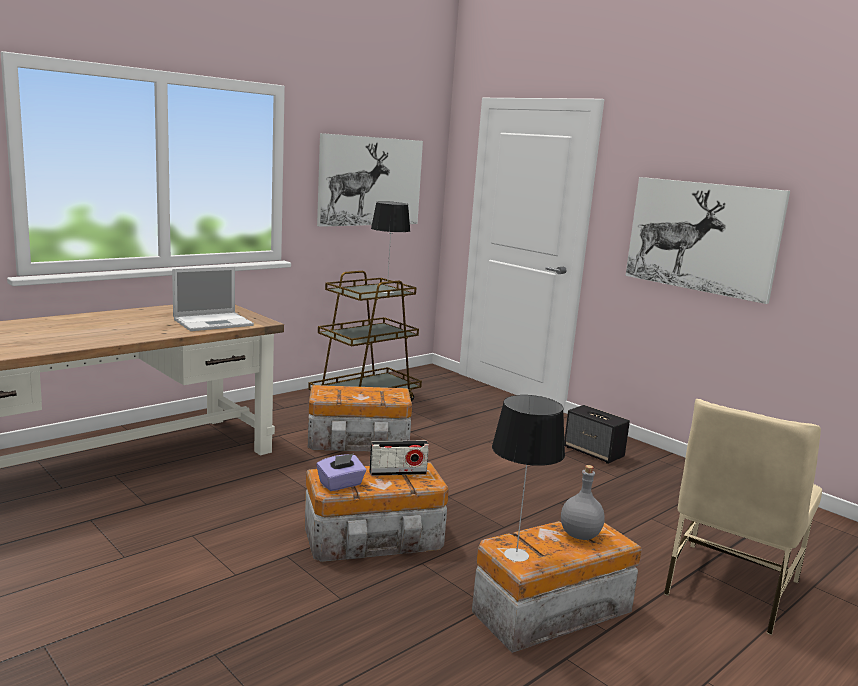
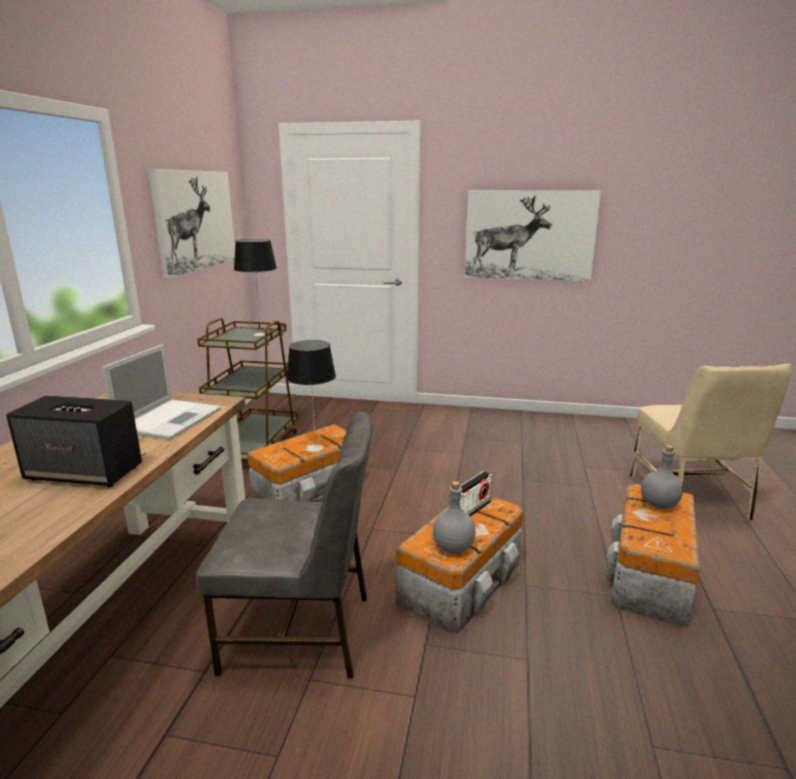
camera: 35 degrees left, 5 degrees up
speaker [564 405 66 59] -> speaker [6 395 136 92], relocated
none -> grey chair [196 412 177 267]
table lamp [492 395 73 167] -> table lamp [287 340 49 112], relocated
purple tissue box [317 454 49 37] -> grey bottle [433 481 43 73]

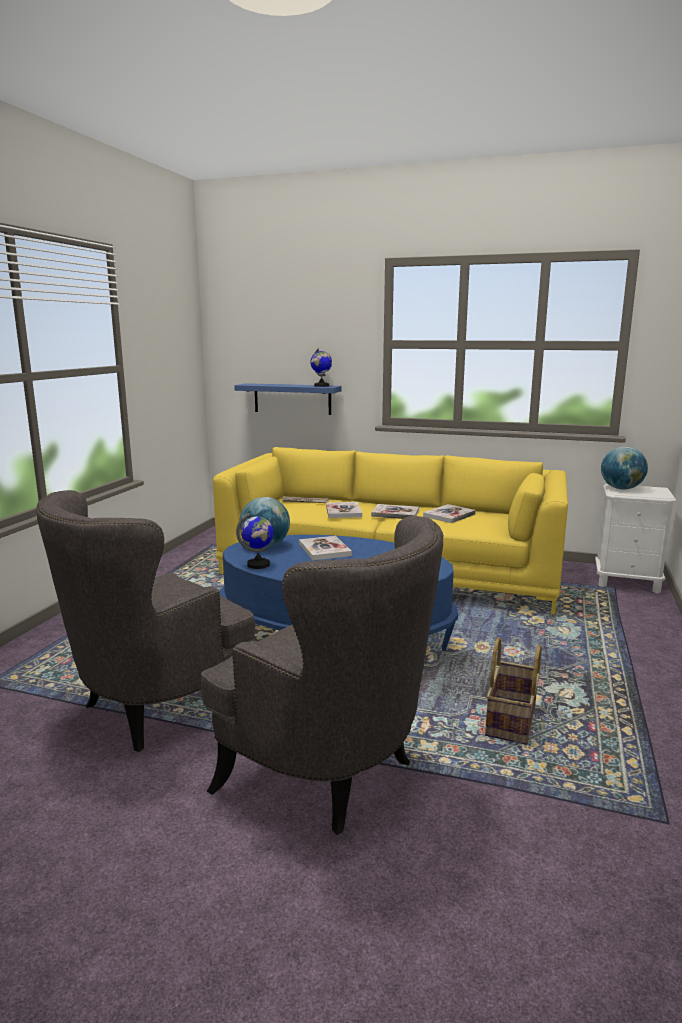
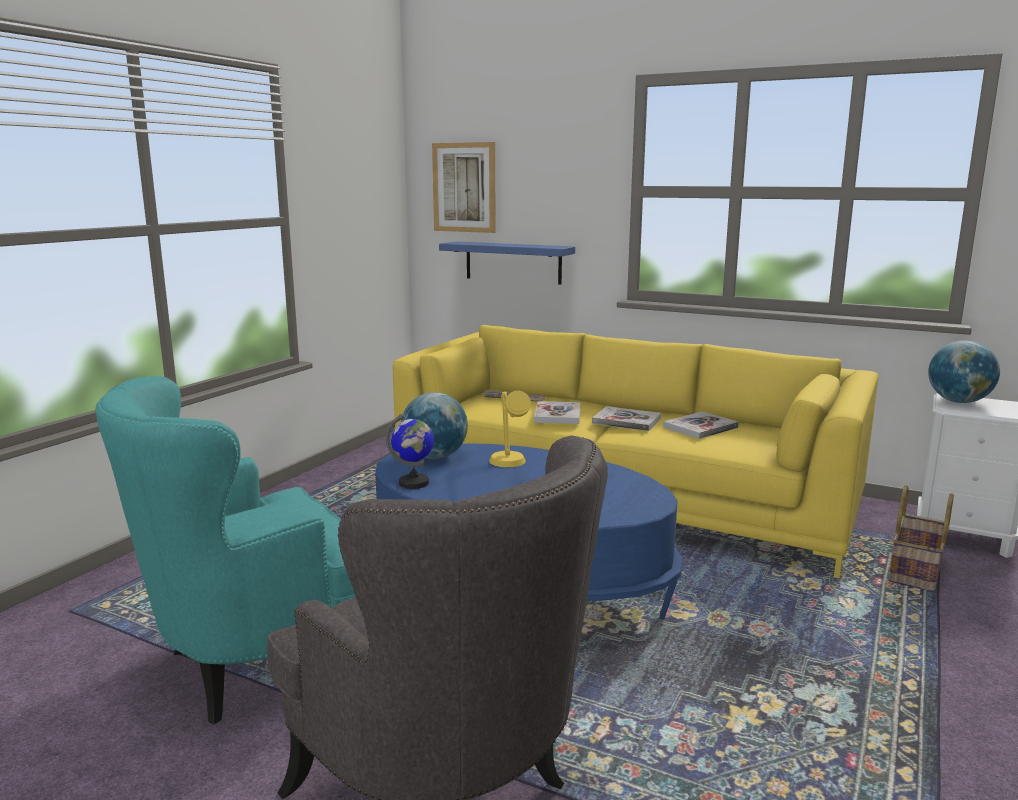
camera: 10 degrees right, 0 degrees up
grey armchair [36 490 219 262] -> turquoise armchair [95 376 260 349]
none -> picture [432 142 64 91]
book [299 536 53 24] -> yellow table lamp [489 390 42 77]
basket [485 638 56 107] -> basket [888 485 66 107], relocated
globe [310 348 22 39] -> none

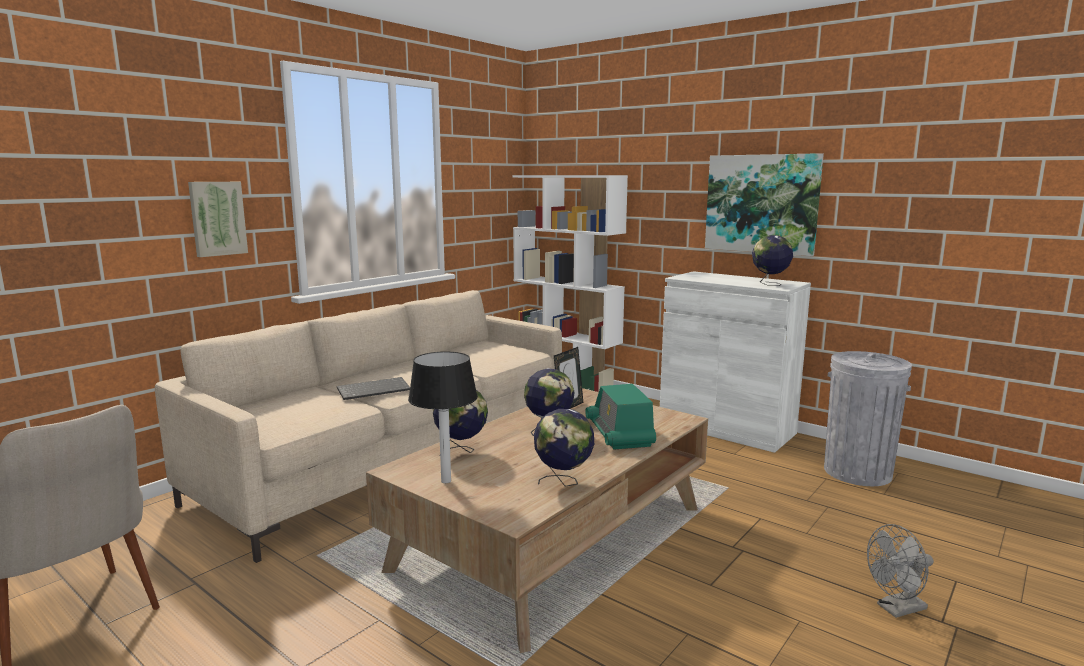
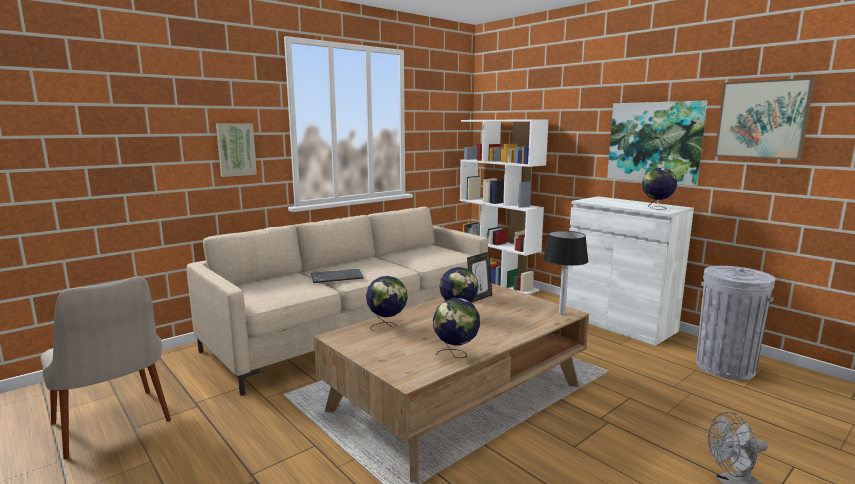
camera: 10 degrees right, 0 degrees up
table lamp [408 352 70 131] -> table lamp [543 231 45 84], relocated
none -> picture [714 78 101 82]
radio [585 384 71 66] -> none

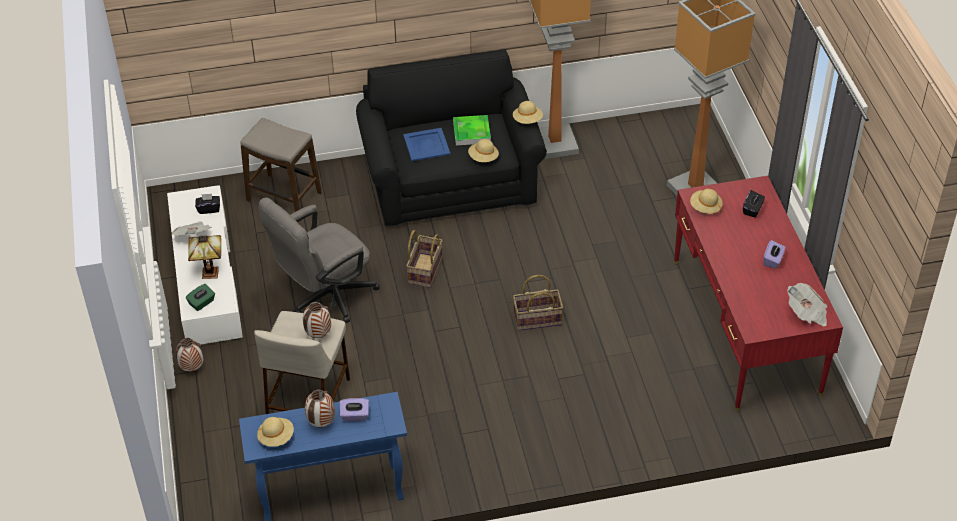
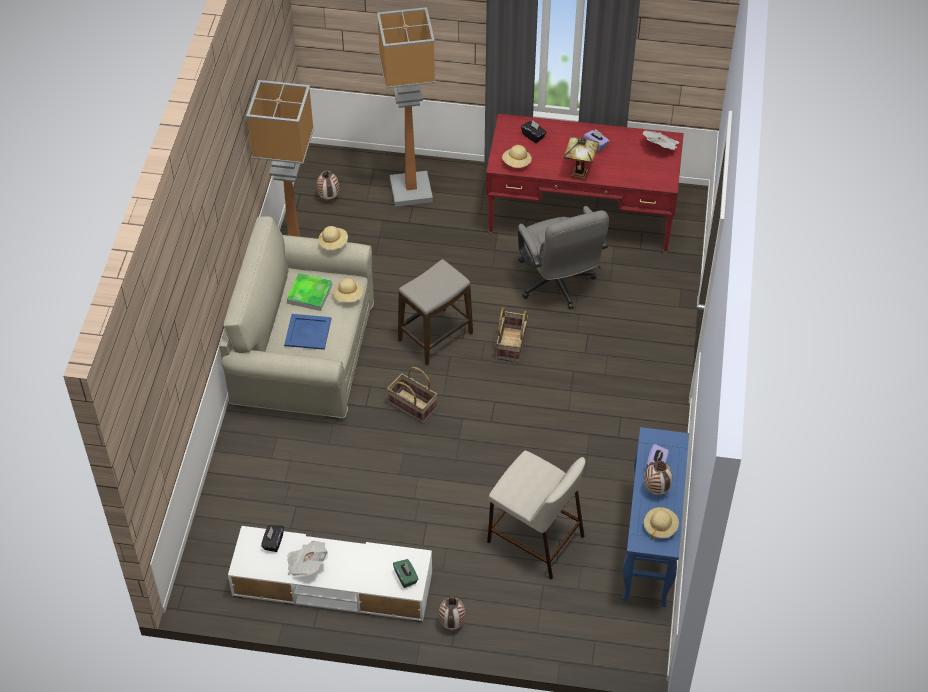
camera: 70 degrees left, 5 degrees up
black sofa [356 49 191 177] -> beige sofa [219 216 155 204]
vase [303 302 28 36] -> vase [317 170 22 30], relocated
stool [240 118 82 94] -> stool [398 259 75 107], relocated
grey office chair [258 198 122 125] -> grey office chair [518 206 91 103], relocated
table lamp [188 235 33 44] -> table lamp [564 137 35 42], relocated

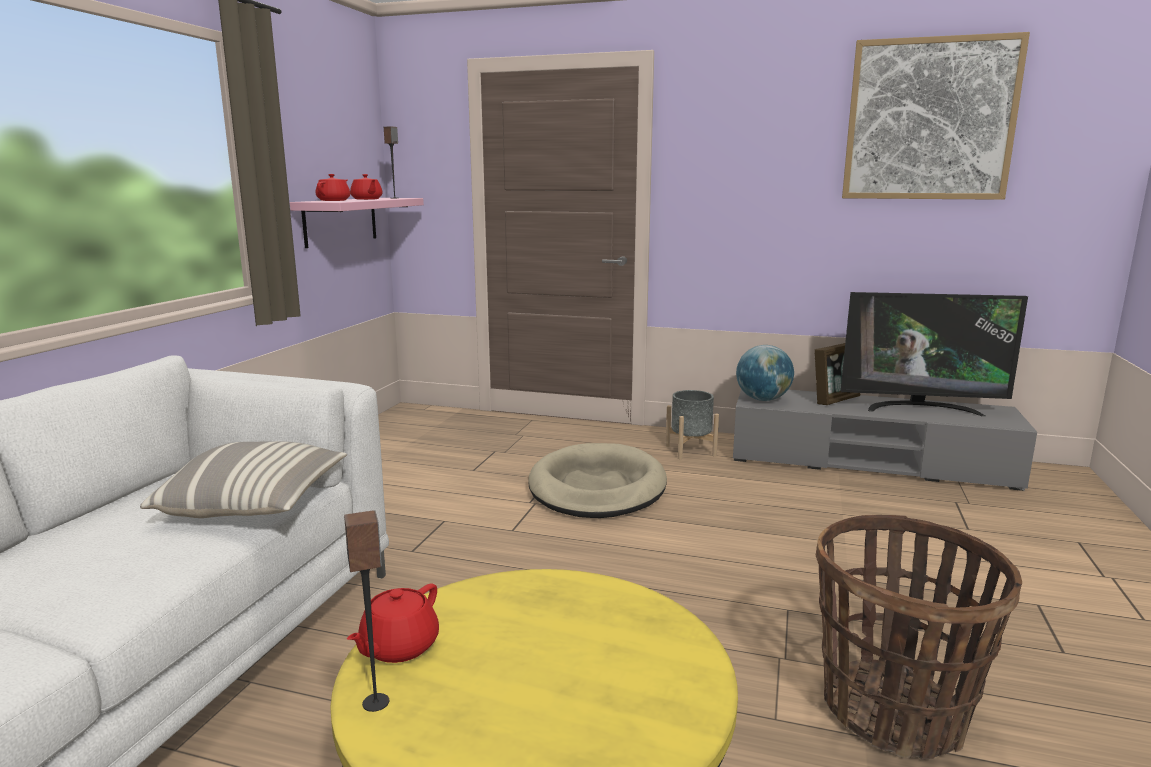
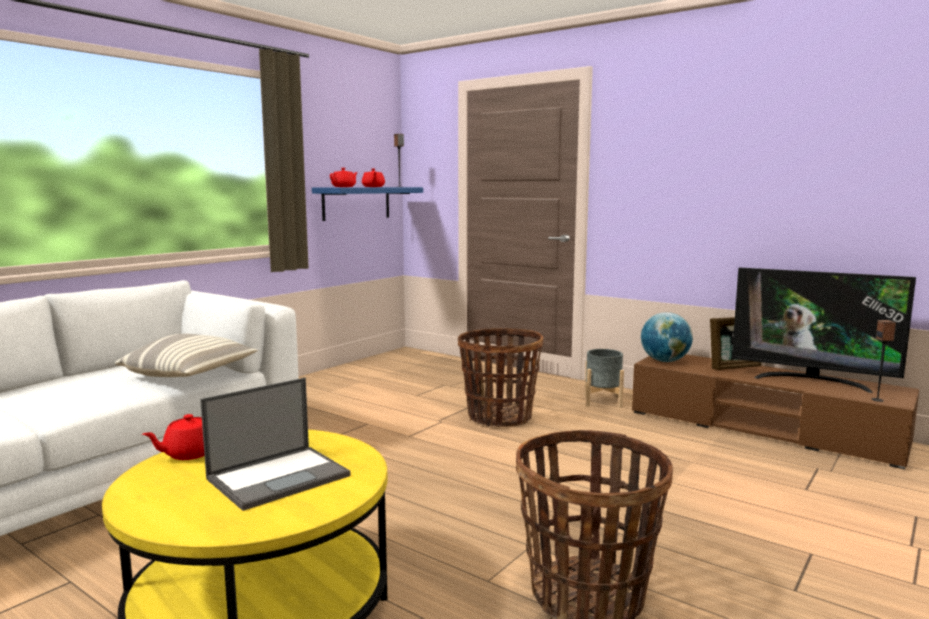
camera: 20 degrees right, 5 degrees down
none -> laptop [200 378 150 133]
pink shelf [290 198 134 50] -> blue shelf [312 187 111 34]
beige dog bed [528 443 139 75] -> basket [458 328 85 99]
grey tv stand [733 389 304 102] -> brown tv stand [632 354 287 115]
speaker [344 510 45 202] -> speaker [872 320 24 82], relocated
picture [842 32 188 168] -> none

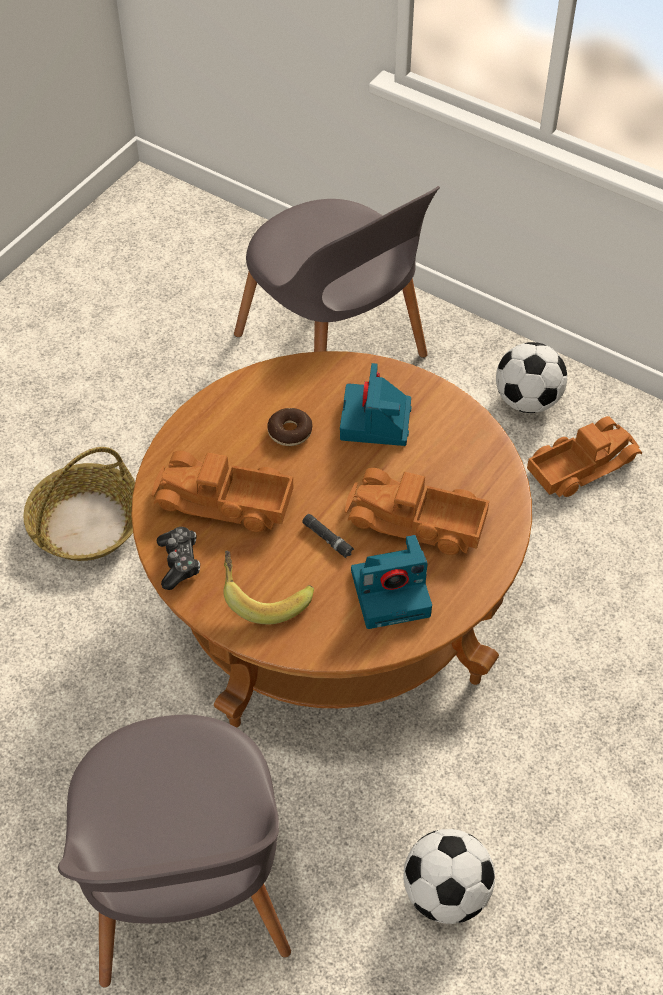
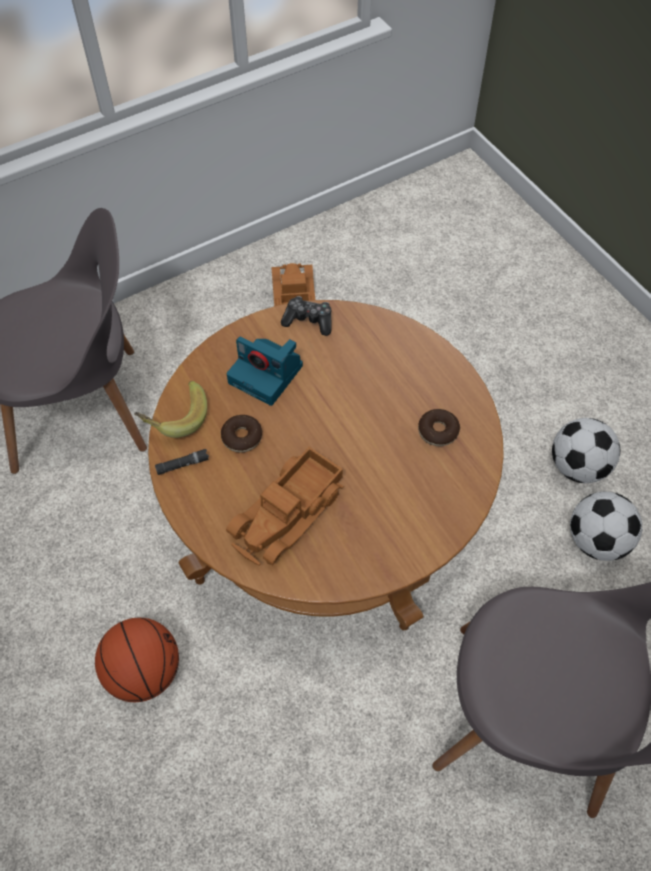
camera: 65 degrees left, 5 degrees up
basket [23 447 112 114] -> basketball [95 618 84 84]
banana [223 551 91 73] -> banana [134 381 73 57], relocated
black flashlight [302 514 52 44] -> black flashlight [155 449 54 26], relocated
game controller [157 527 43 63] -> game controller [281 296 51 40], relocated
photo camera [351 535 81 94] -> donut [418 409 42 37]
football [496 342 71 71] -> football [552 418 68 65], relocated
toy truck [344 468 145 87] -> none

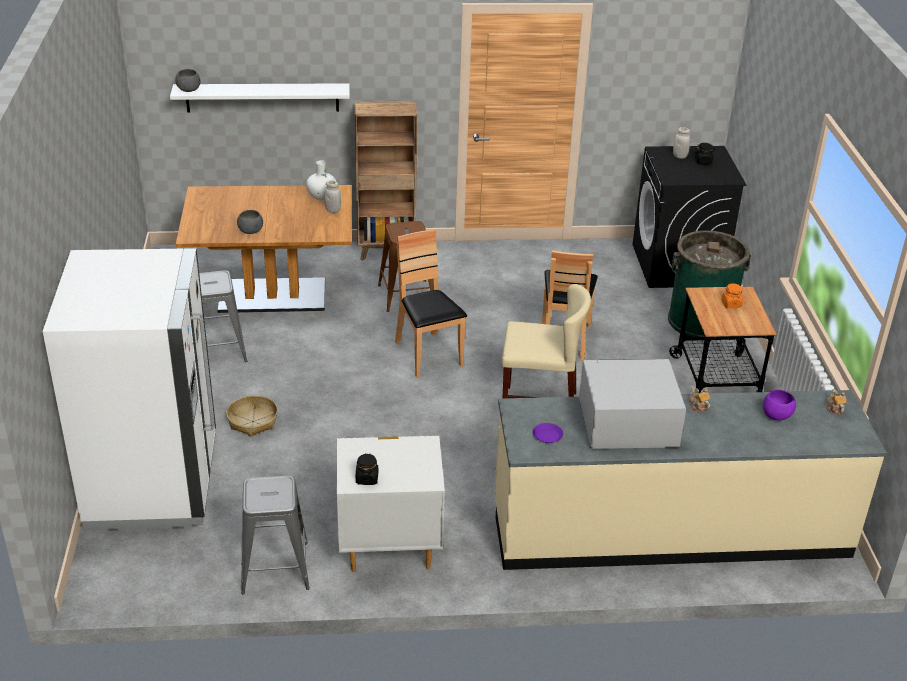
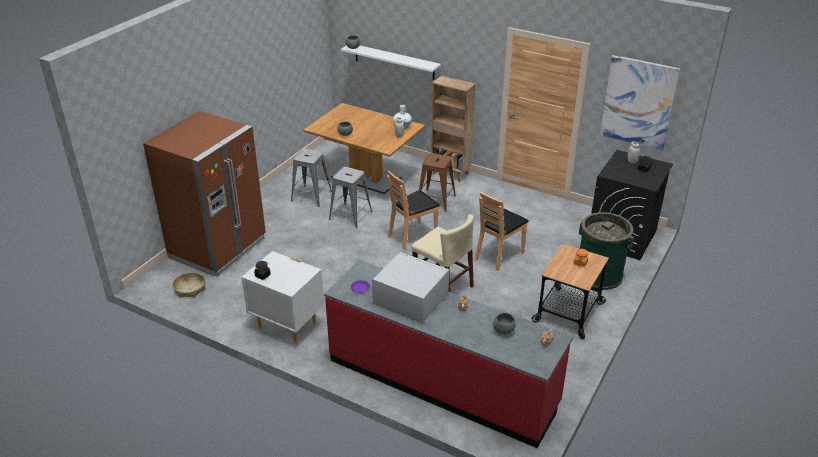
camera: 35 degrees right, 0 degrees up
white fridge [43 248 173 283] -> brown fridge [143 111 123 166]
basket [226 395 52 41] -> basket [172 272 33 25], relocated
beige counter [494 390 393 180] -> red counter [324 260 249 188]
grey stool [241 476 69 118] -> grey stool [329 167 43 61], relocated
brown chair [395 229 72 149] -> brown chair [387 171 53 79], 135 degrees counterclockwise
purple bowl [763 390 33 31] -> grey bowl [493 313 23 21]
none -> picture [600 55 80 96]

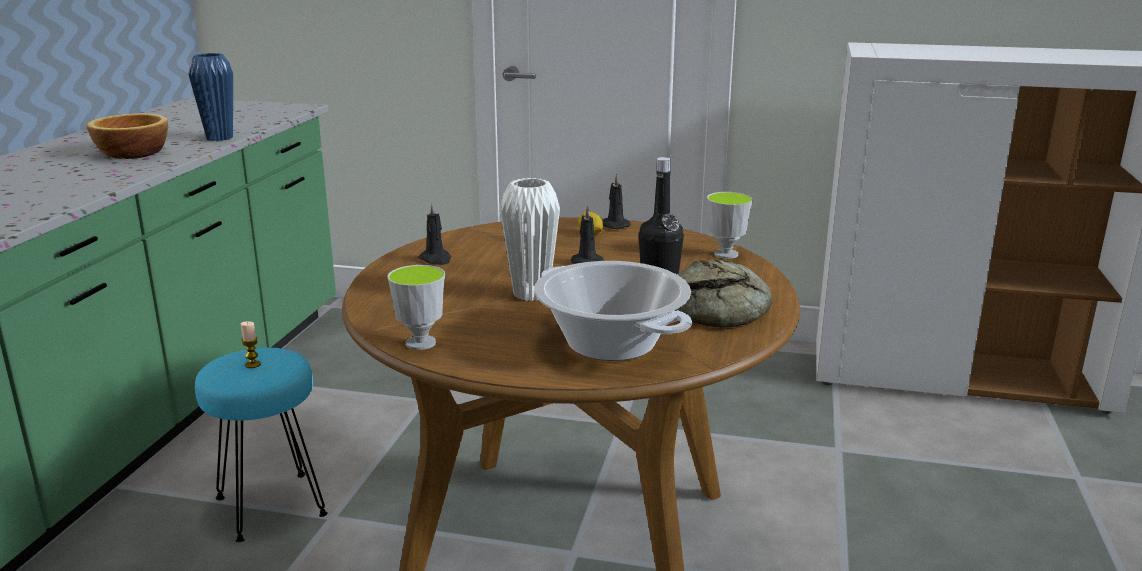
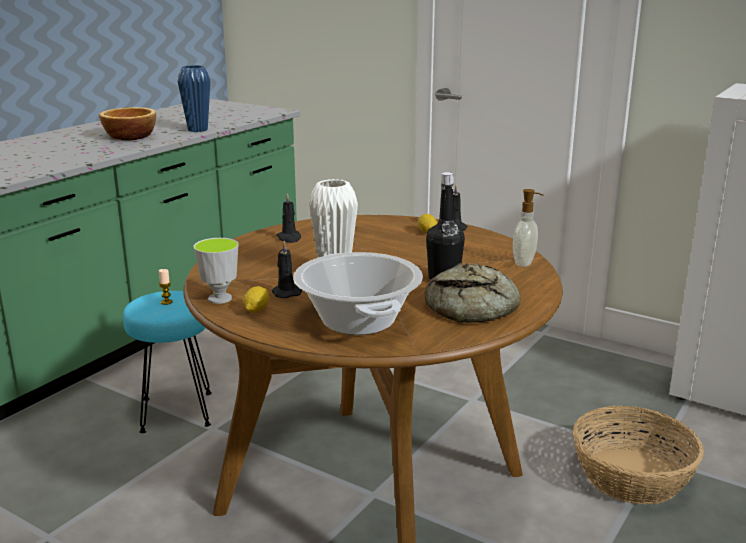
camera: 20 degrees right, 0 degrees up
none -> lemon [243 286 26 27]
black candle [571 205 33 59] -> black candle [272 241 30 57], relocated
cup [707 192 46 67] -> soap dispenser [513 189 31 78]
none -> basket [573 406 131 99]

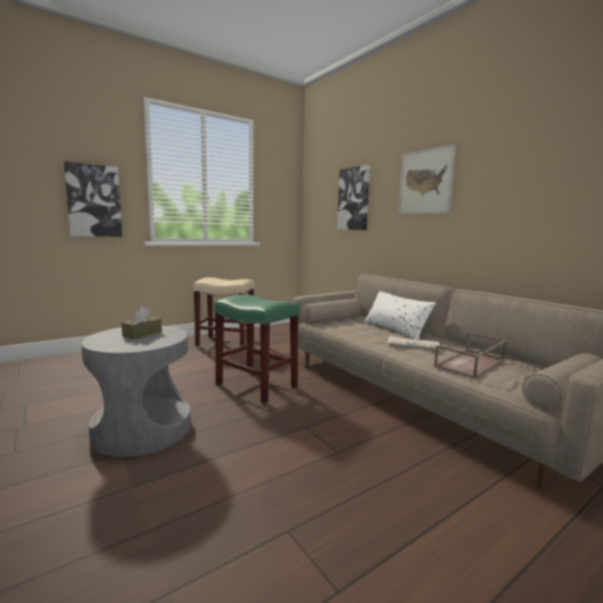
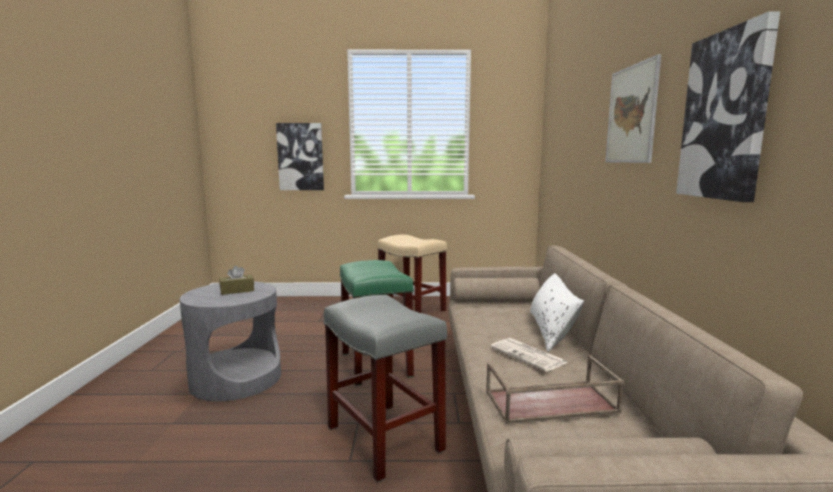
camera: 35 degrees right, 0 degrees up
none -> grey stool [324 295 123 188]
picture [337 165 33 65] -> picture [676 11 104 191], relocated

